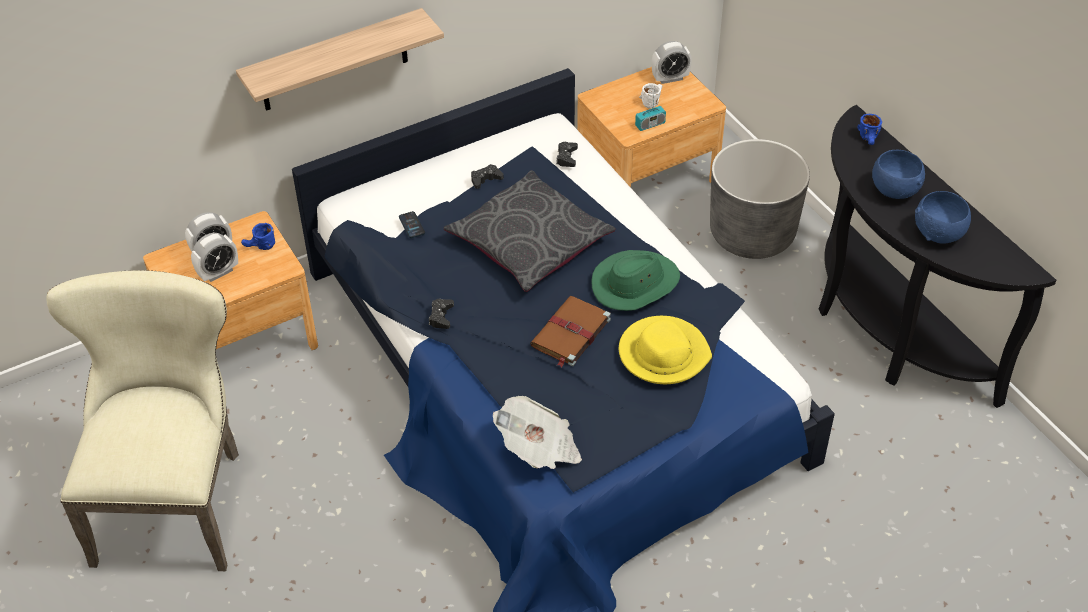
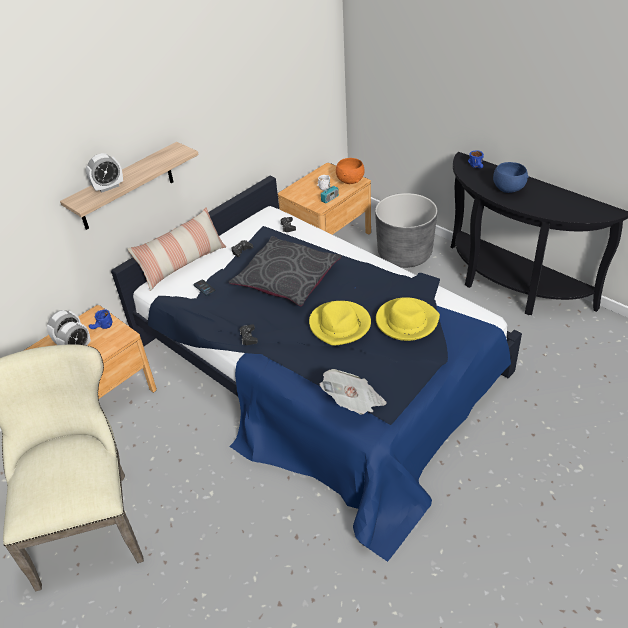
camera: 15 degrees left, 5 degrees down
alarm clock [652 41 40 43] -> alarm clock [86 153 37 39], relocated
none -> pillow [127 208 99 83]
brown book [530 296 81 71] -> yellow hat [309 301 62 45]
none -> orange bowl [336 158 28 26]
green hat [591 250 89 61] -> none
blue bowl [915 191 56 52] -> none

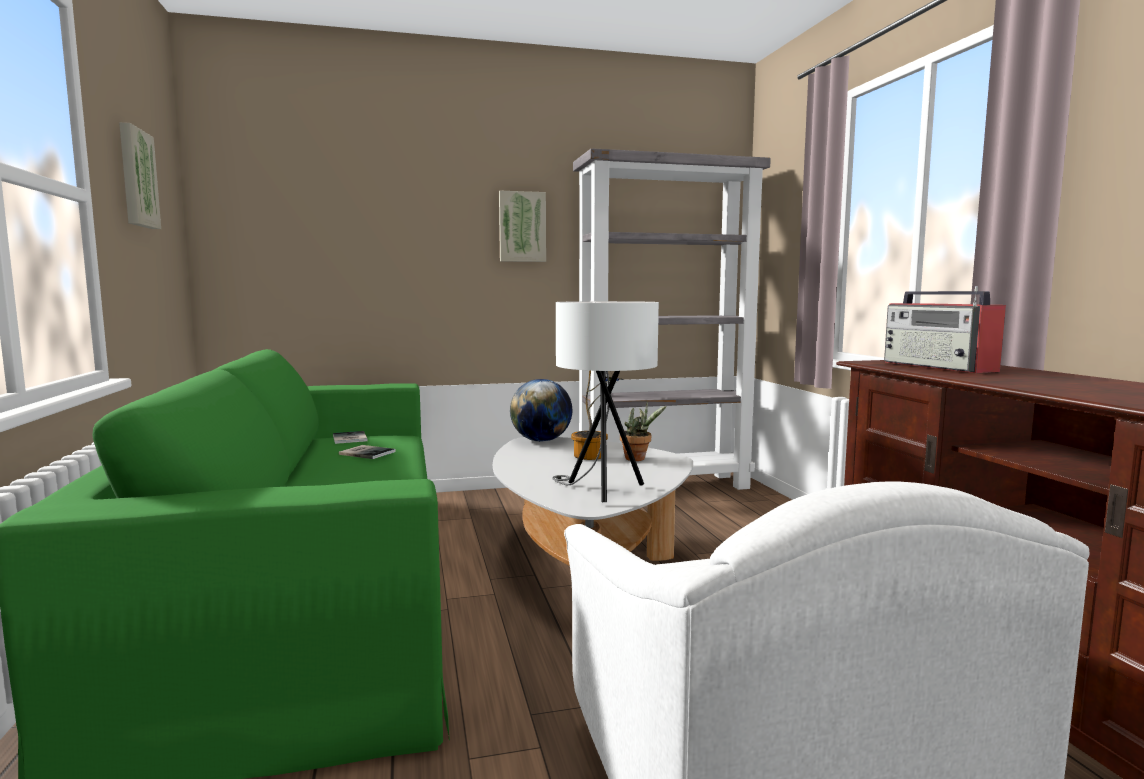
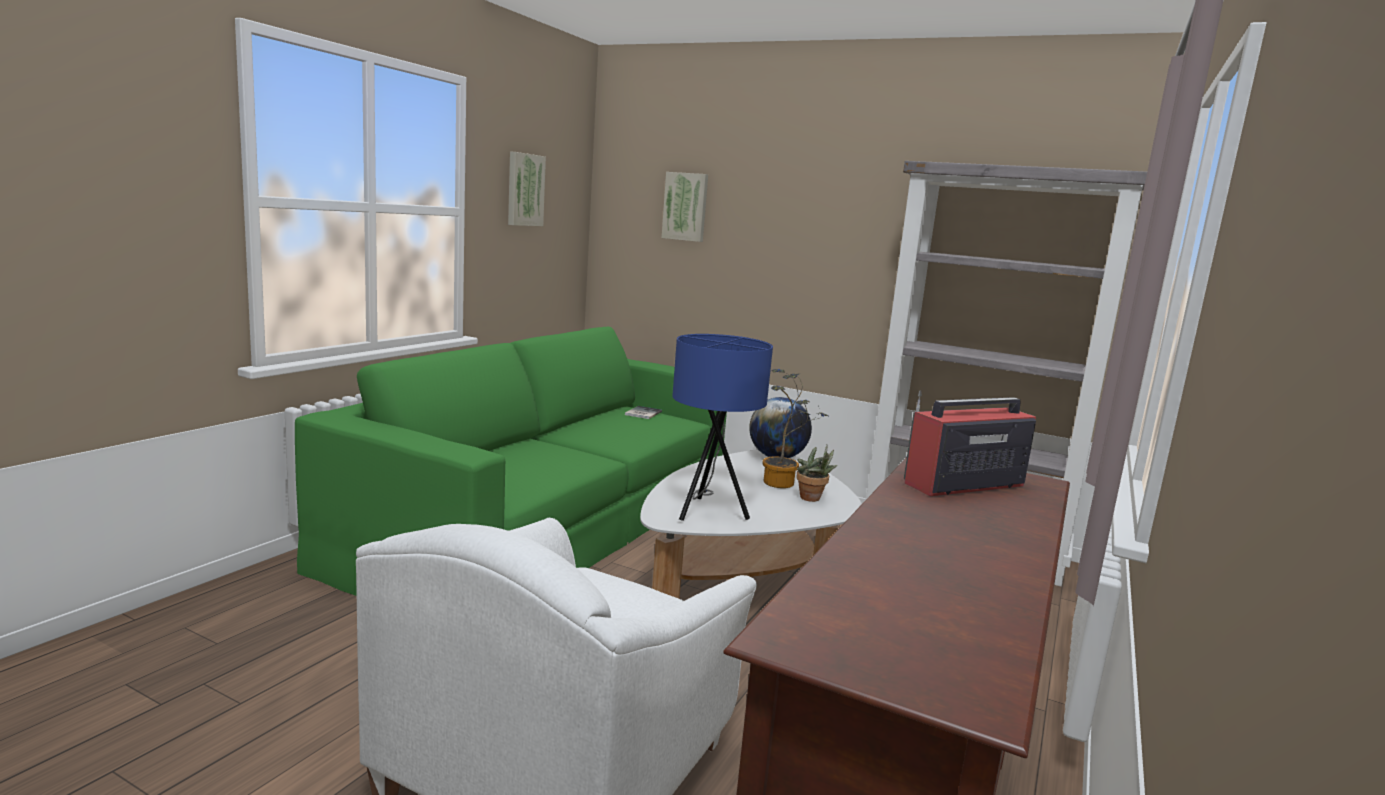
camera: 40 degrees right, 5 degrees up
picture [499 191 47 71] -> picture [662 172 46 70], relocated
white table lamp [552 301 107 201] -> blue table lamp [672 334 101 187]
radio [884 286 122 87] -> radio [904 390 132 106], 45 degrees clockwise
book [339 445 57 14] -> none

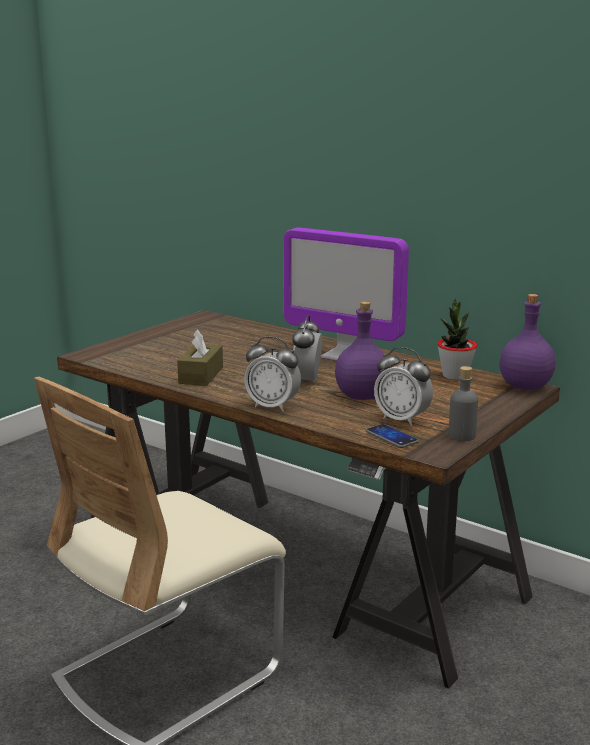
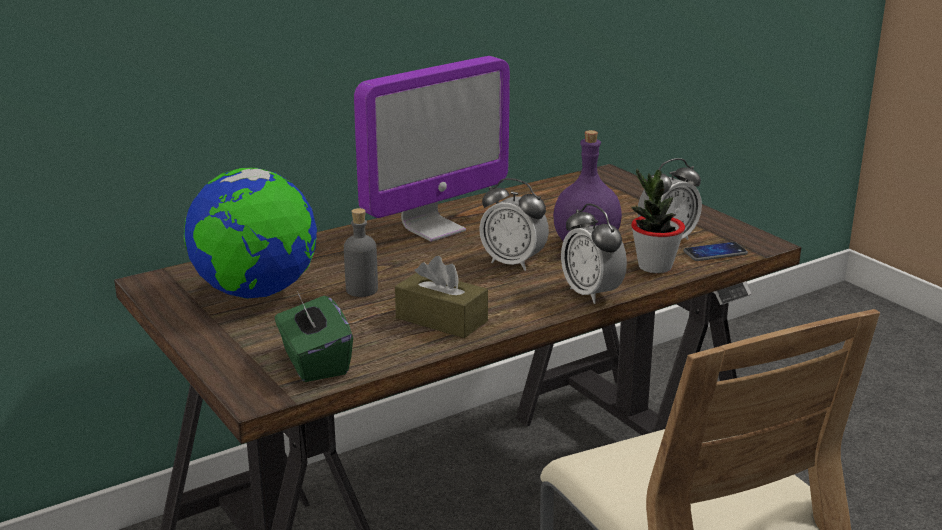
camera: 70 degrees left, 5 degrees up
none -> globe [184 168 133 131]
none -> green tissue box [275 291 78 91]
grey bottle [449 366 29 75] -> grey bottle [344 208 34 89], relocated
alarm clock [244 336 57 76] -> alarm clock [561 204 66 100], 105 degrees clockwise
potted plant [437 298 40 82] -> potted plant [631 169 54 105], relocated
purple bottle [500 294 56 96] -> none

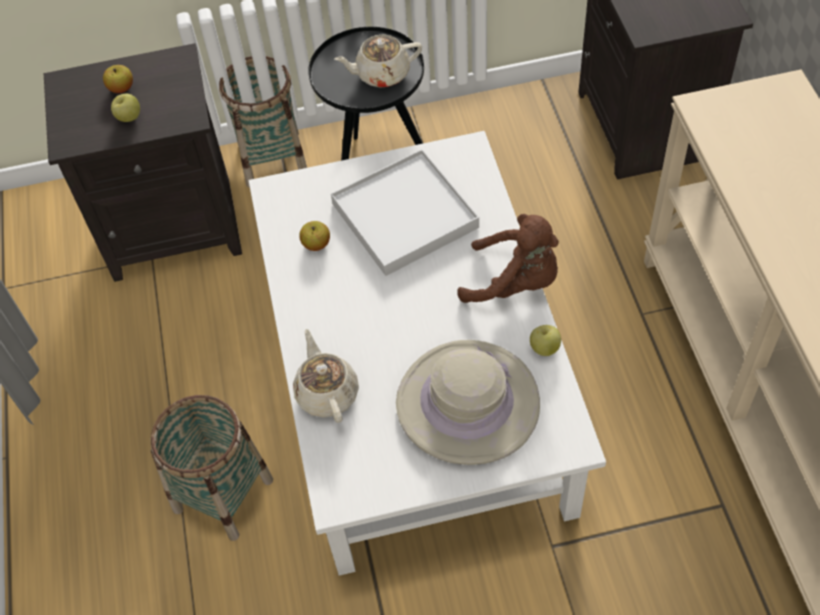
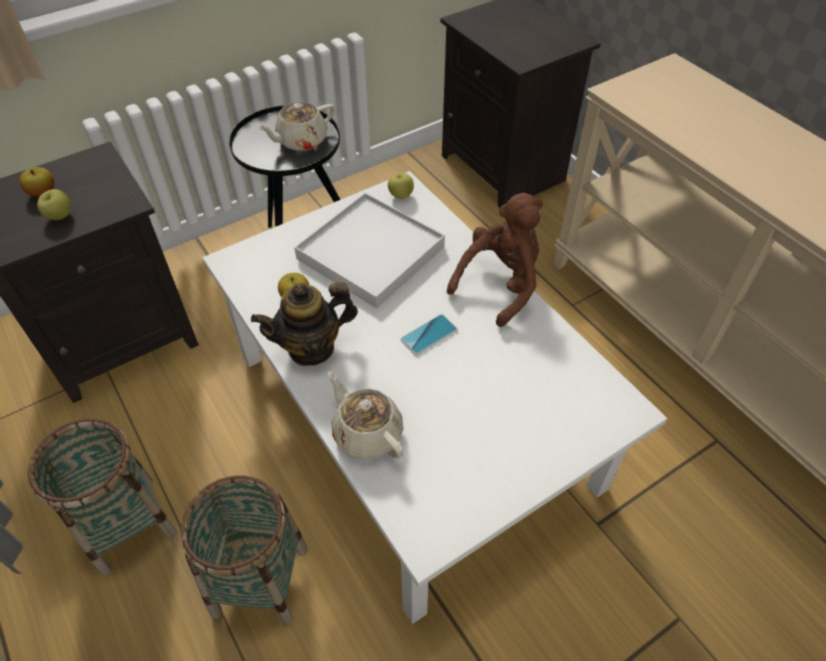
camera: 25 degrees left, 5 degrees down
basket [219 56 88 132] -> basket [28 418 149 158], relocated
none -> teapot [251 282 107 84]
apple [530 325 31 31] -> apple [388 173 26 26], relocated
none -> phone [401 314 57 42]
brown plush toy [457 214 102 89] -> brown plush toy [447 193 96 134], 45 degrees counterclockwise
beige hat [396 340 144 125] -> none

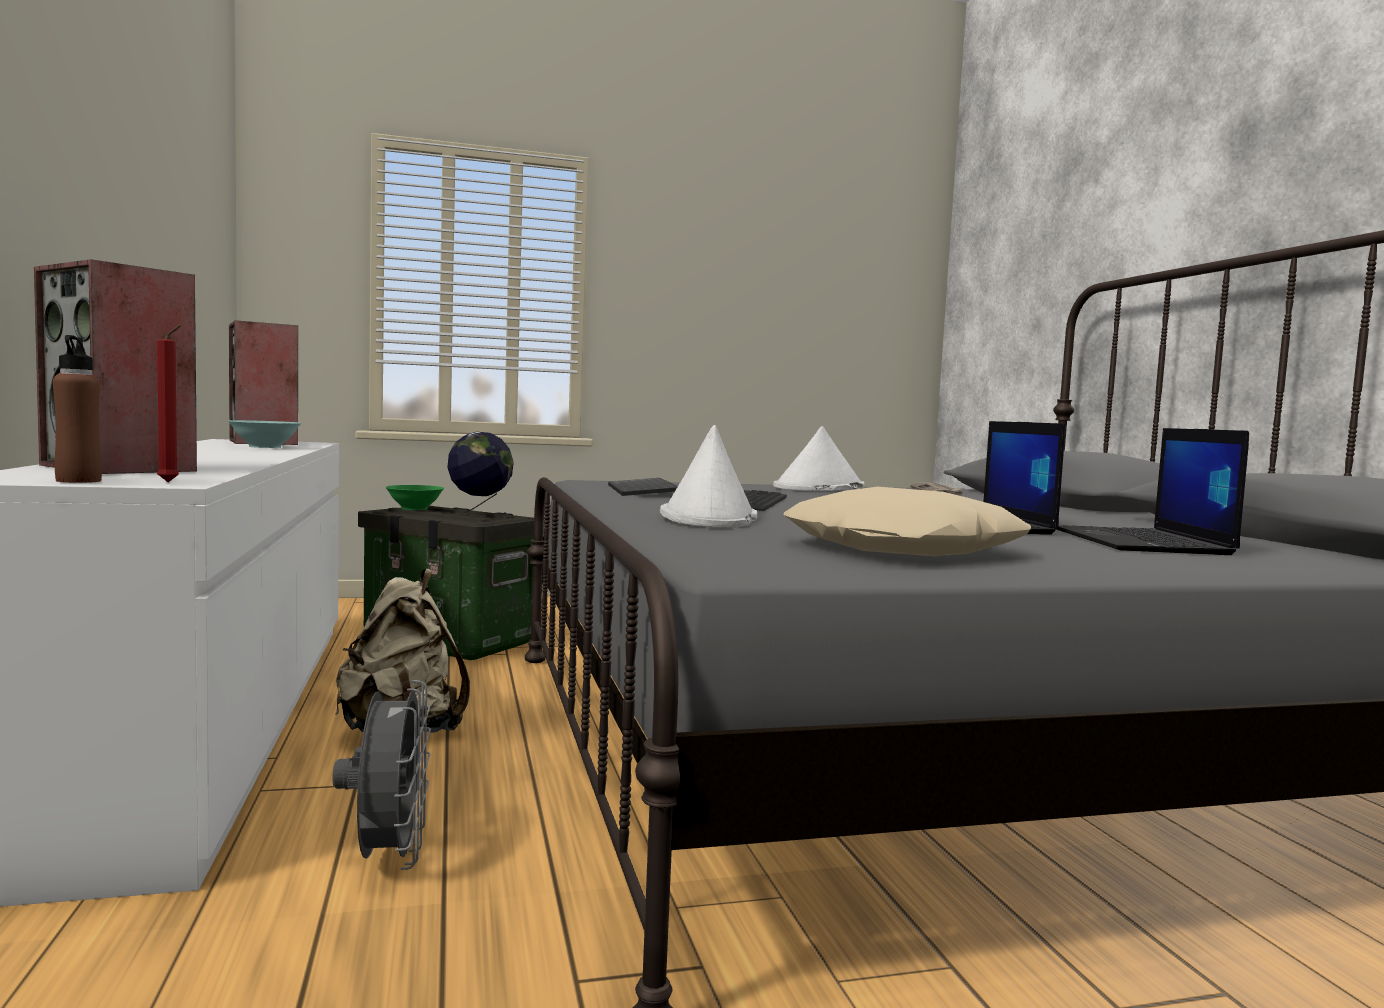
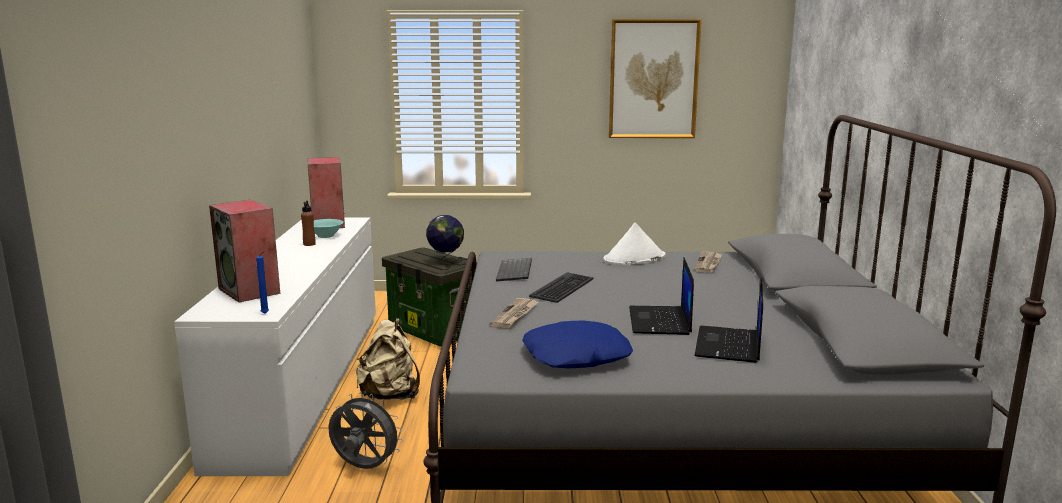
camera: 15 degrees right, 10 degrees up
red candle [157 325 25 157] -> blue candle [256 251 13 63]
brown bottle [53 335 49 148] -> brown bottle [301 201 15 45], relocated
grey fan [332 680 99 190] -> grey fan [328 392 75 77], 75 degrees counterclockwise
white hat [660 425 97 103] -> newspaper [490 298 49 30]
beige pillow [784 487 247 70] -> blue pillow [522 321 111 48]
none -> picture [609 19 93 119]
green bowl [385 485 59 25] -> none

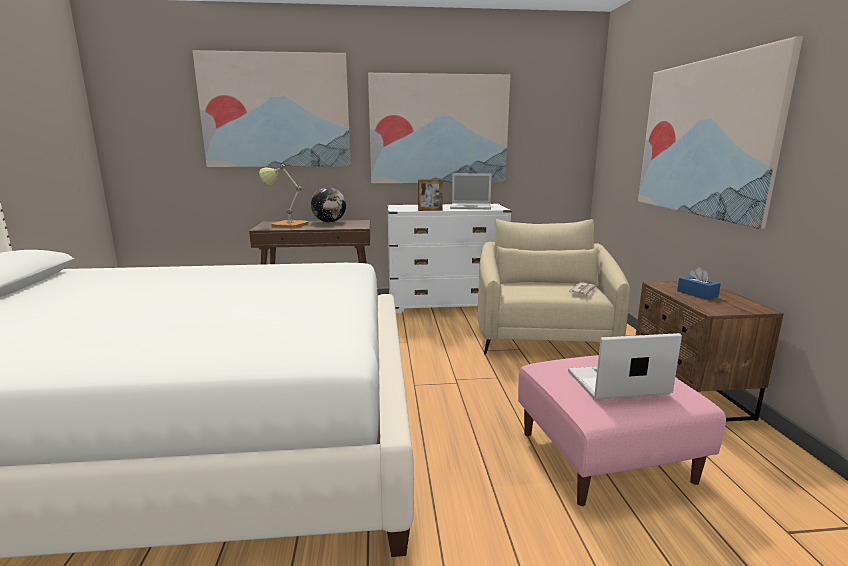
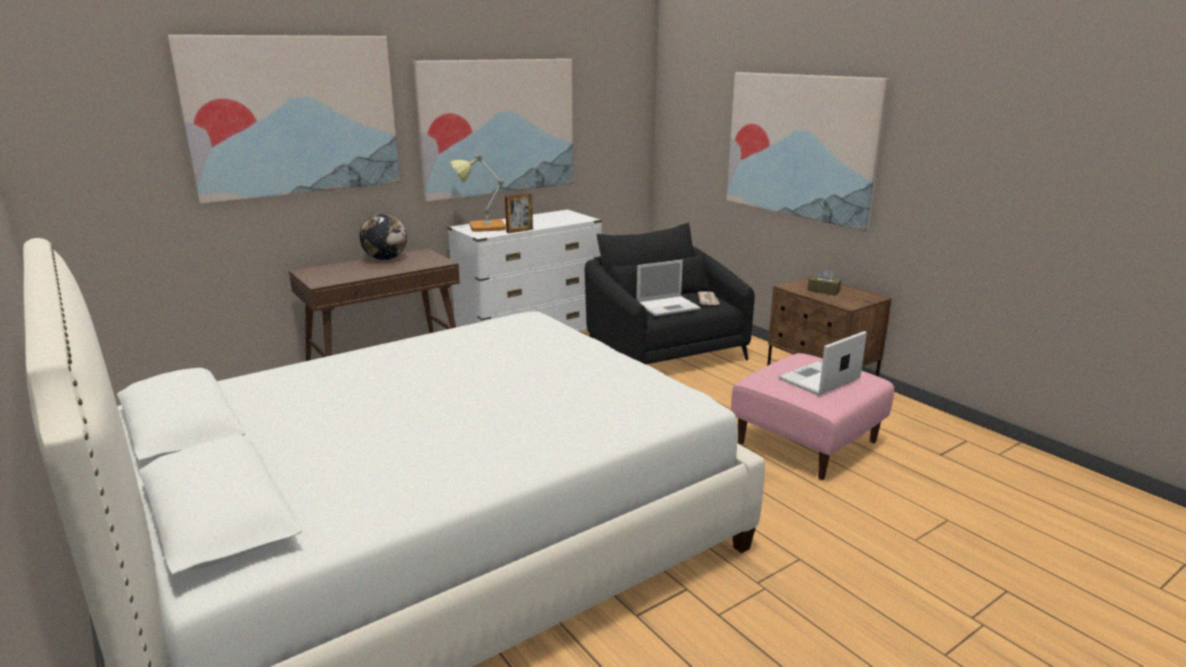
camera: 30 degrees left, 5 degrees up
table lamp [259 164 49 64] -> table lamp [450 155 56 77], relocated
beige armchair [477 219 154 136] -> black armchair [585 223 170 141]
laptop [450 173 42 36] -> laptop [637 260 64 56], relocated
blue tissue box [677 267 44 33] -> brown tissue box [808 268 33 27]

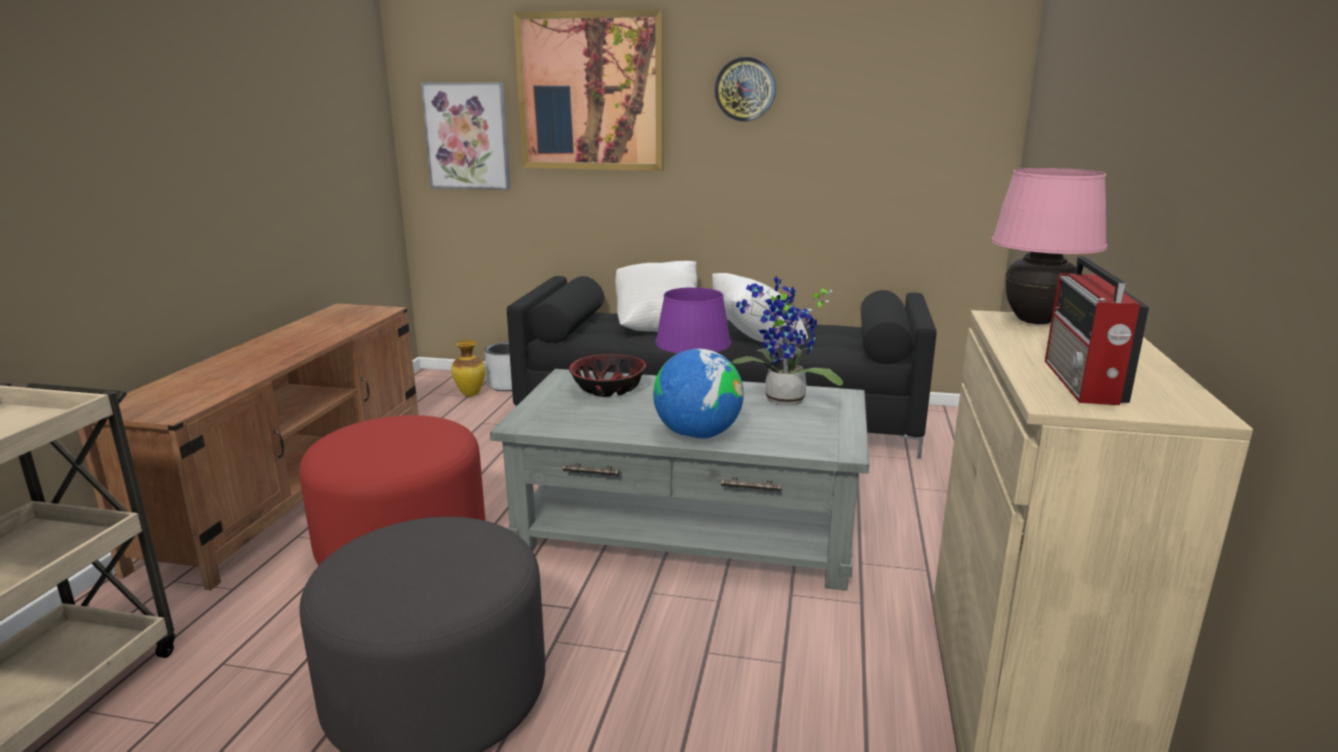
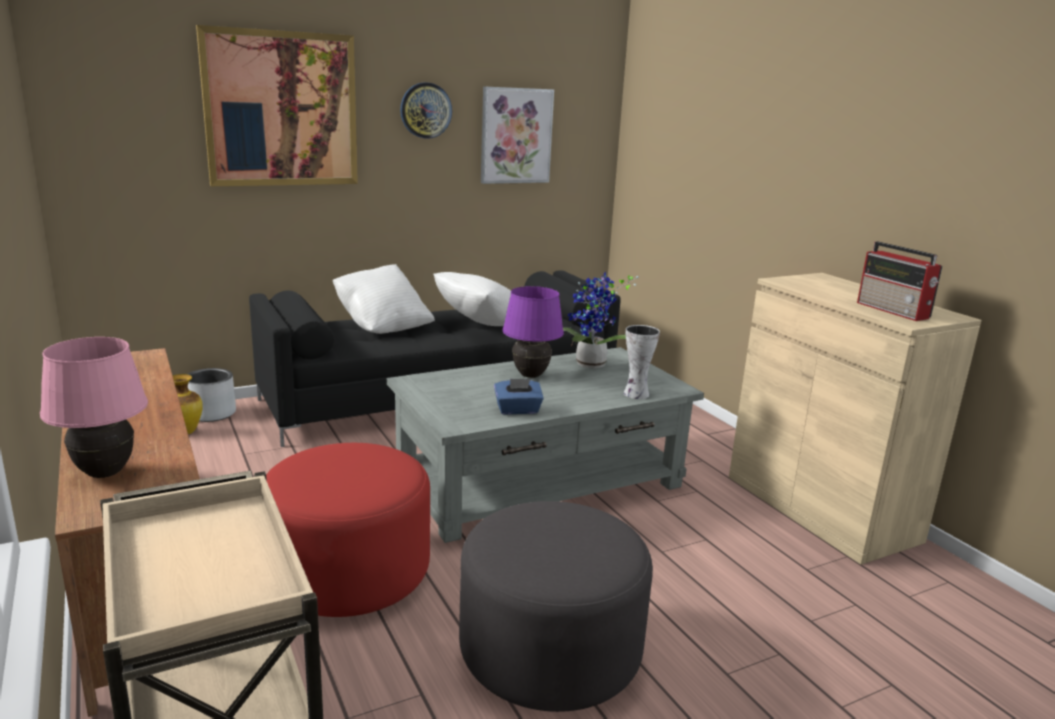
camera: 40 degrees left, 0 degrees up
pink table lamp [991 168 116 156] -> pink table lamp [40 337 108 141], relocated
picture [421 82 89 108] -> picture [481 86 73 98], relocated
none -> blue tissue box [494 379 50 36]
none -> vase [623 325 37 74]
bowl [569 354 77 43] -> none
globe [653 349 91 90] -> none

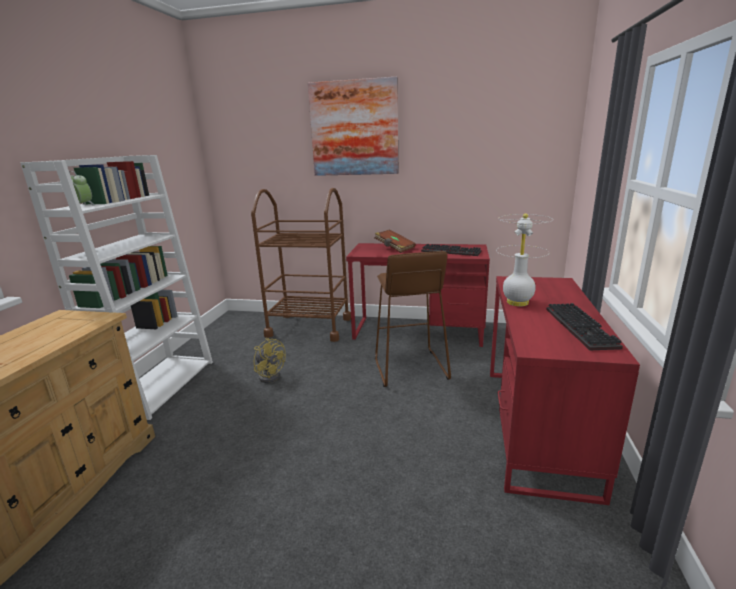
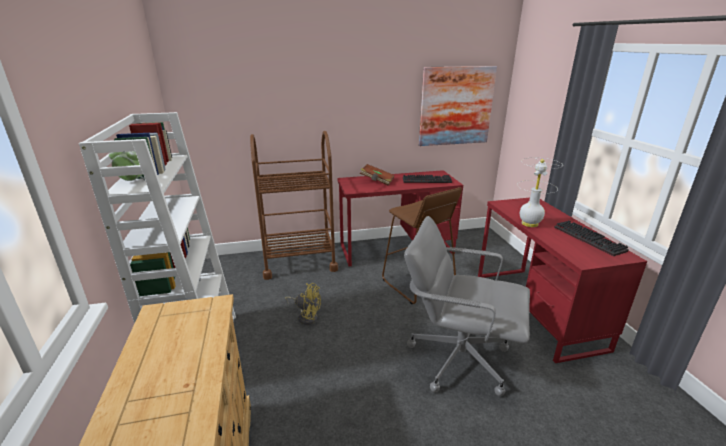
camera: 25 degrees left, 5 degrees up
none -> grey office chair [404 216 126 180]
picture [308 77 91 99] -> picture [419 66 78 80], relocated

